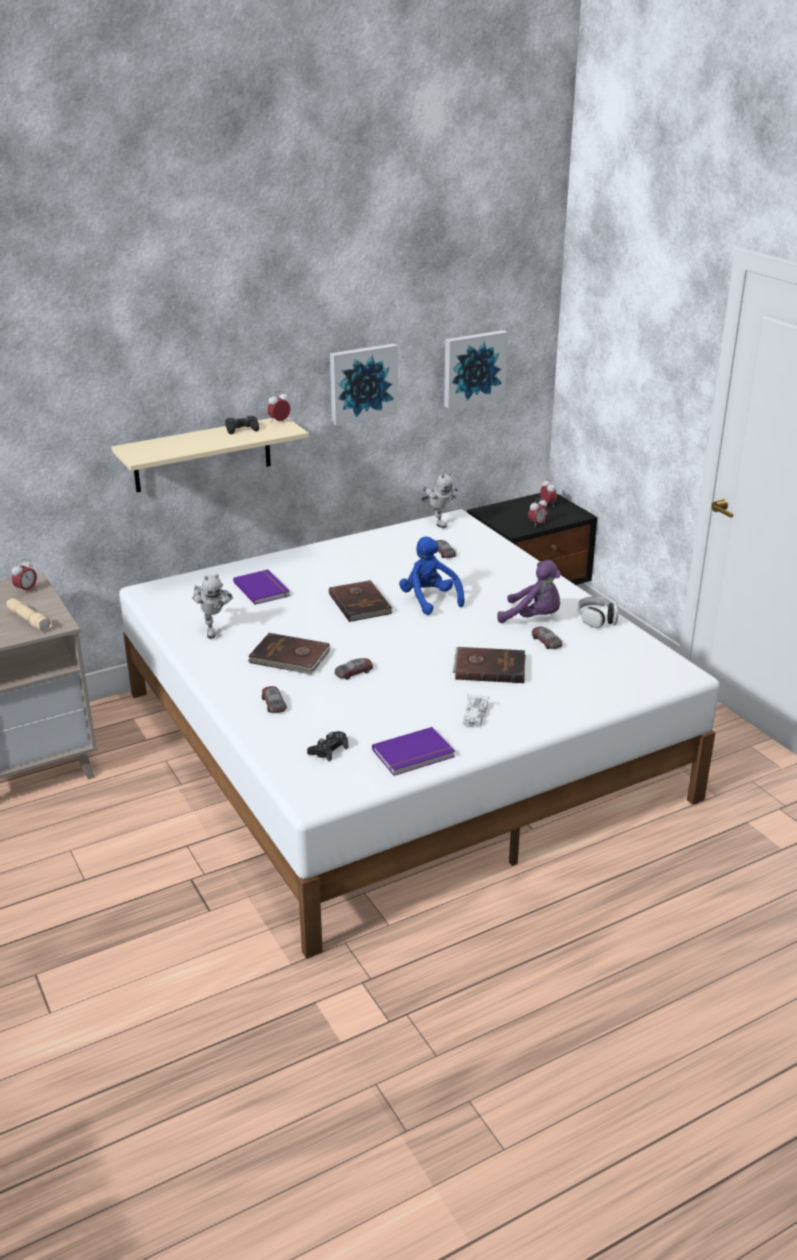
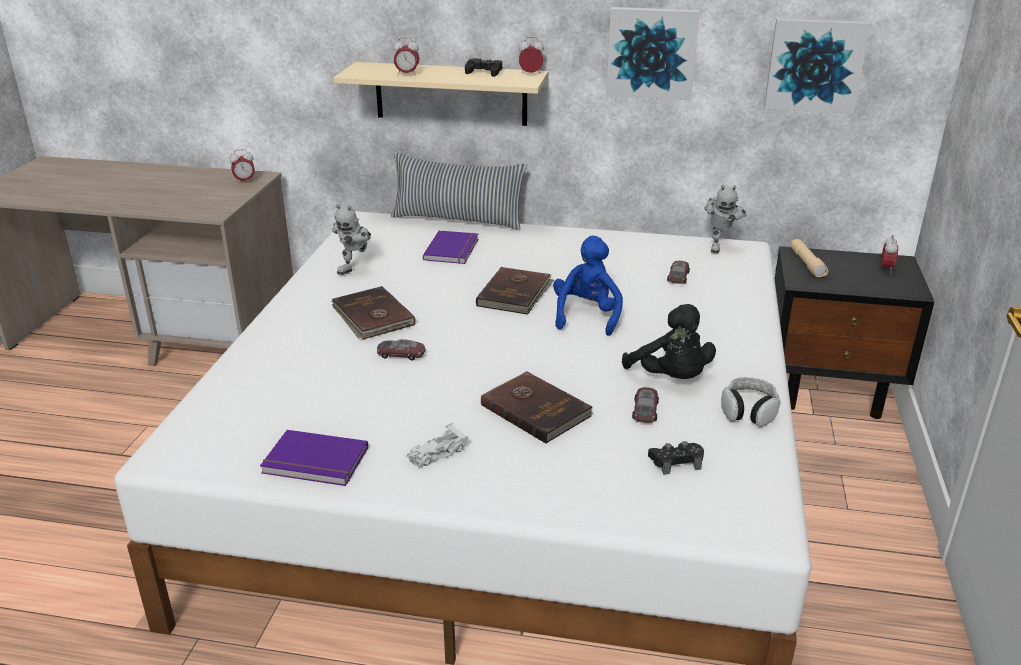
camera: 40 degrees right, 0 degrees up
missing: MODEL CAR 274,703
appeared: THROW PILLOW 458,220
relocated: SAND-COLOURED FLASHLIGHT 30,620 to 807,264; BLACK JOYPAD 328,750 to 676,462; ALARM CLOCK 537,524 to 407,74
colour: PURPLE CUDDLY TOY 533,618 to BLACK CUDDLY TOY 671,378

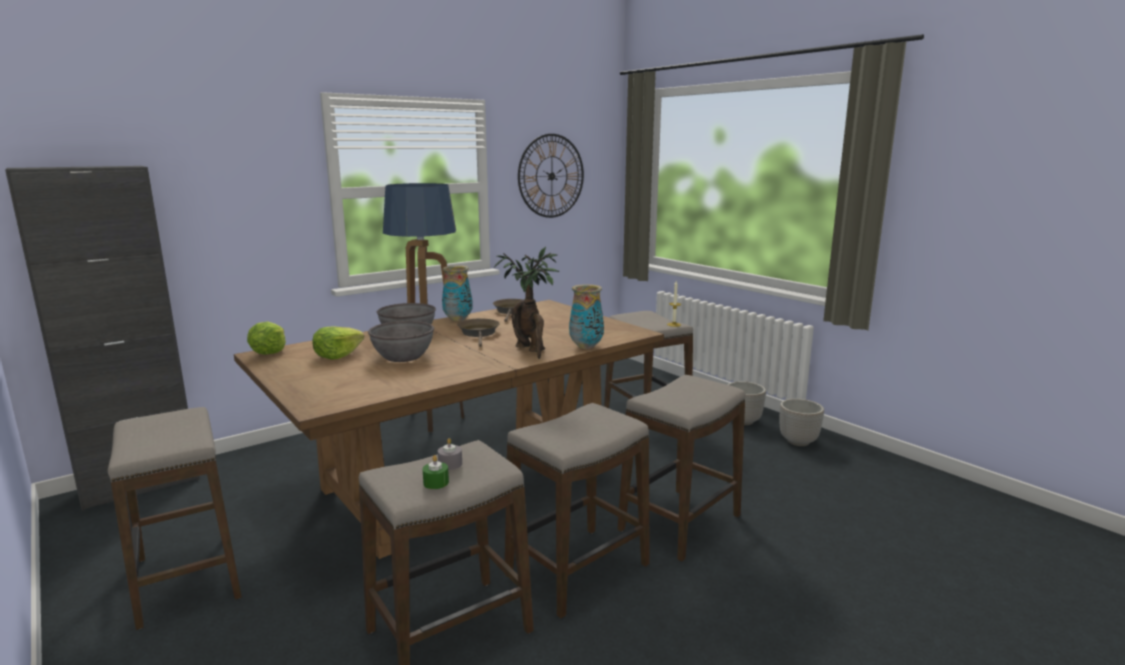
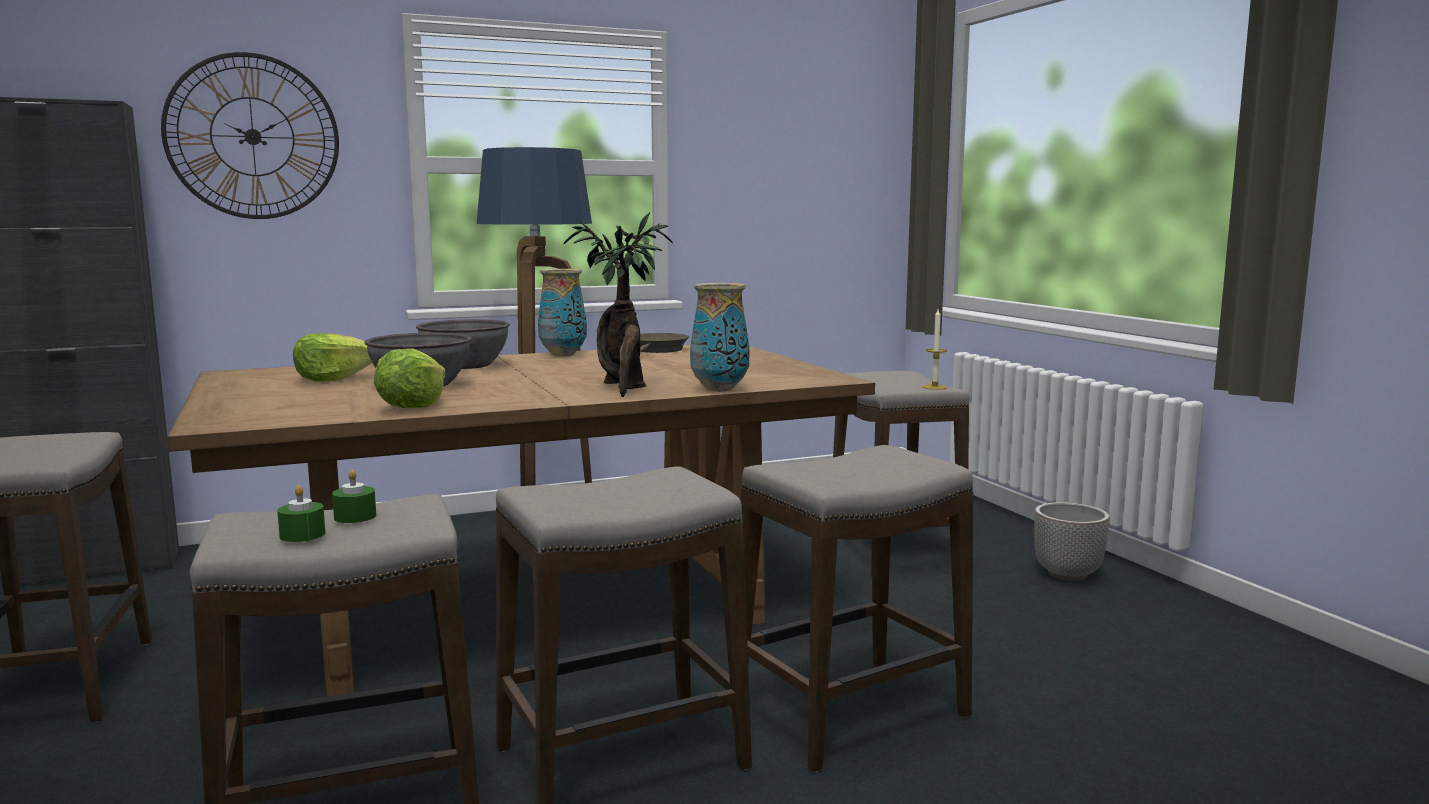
camera: 15 degrees right, 5 degrees down
missing: BROWN-COLOURED FRYING PAN 479,333; FLOWER POT 798,442
relocated: LETTUCE HEAD 269,353 to 412,407; HANGING CLOCK 551,176 to 252,137
colour: GREY WAX CANDLE 450,464 to GREEN-COLOURED WAX CANDLE 355,517

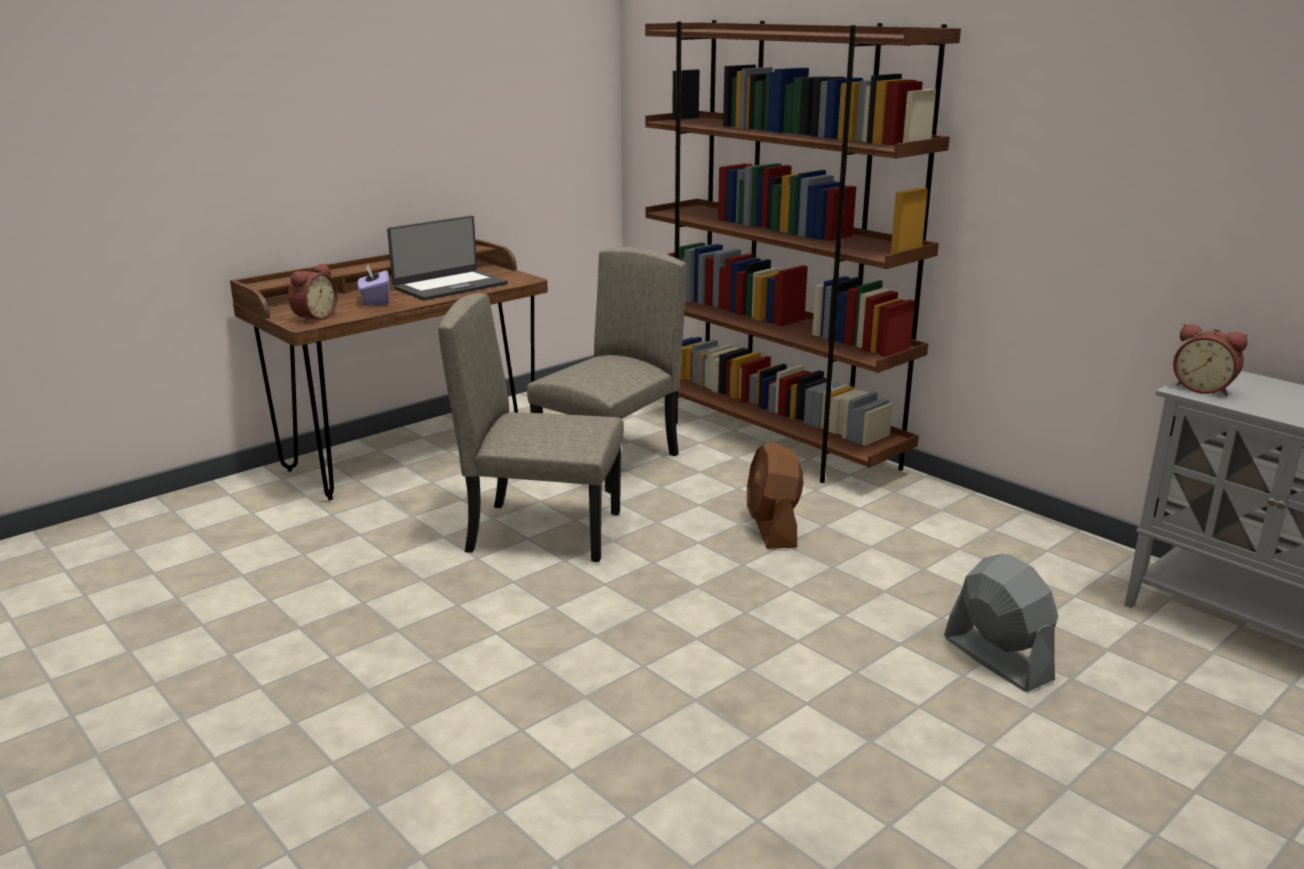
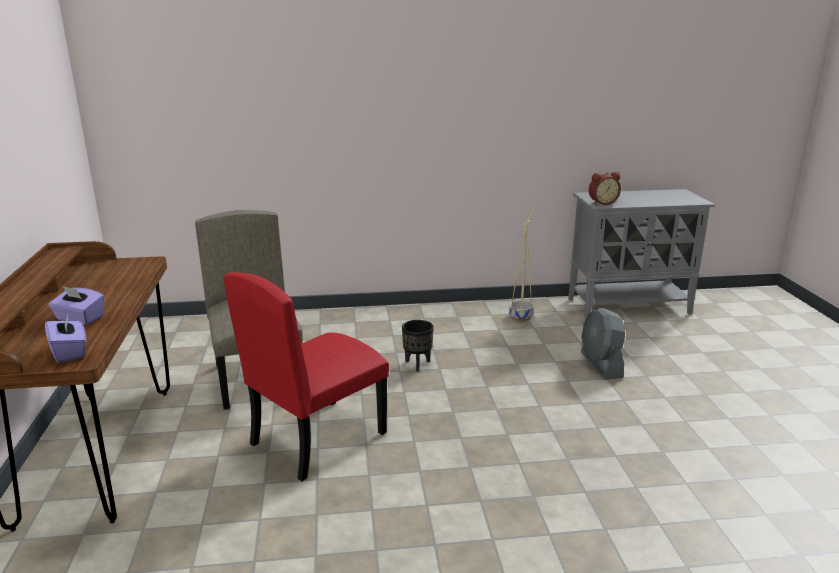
camera: 55 degrees left, 0 degrees up
missing: NOTEBOOK COMPUTER 449,286; BROWN-COLOURED BOOKCASE 771,440
appeared: SAND-COLOURED FLOWER POT 521,316
exchanged: ALARM CLOCK 313,317 to PURPLE TISSUE BOX 70,352; BROWN-COLOURED ELECTRIC FAN 772,528 to BLACK FLOWER POT 418,364
colour: SAND-COLOURED UPRIGHT CHAIR 545,531 to RED-COLOURED UPRIGHT CHAIR 317,438
spun: GREY ELECTRIC FAN 997,658 = 601,365 105 degrees counterclockwise

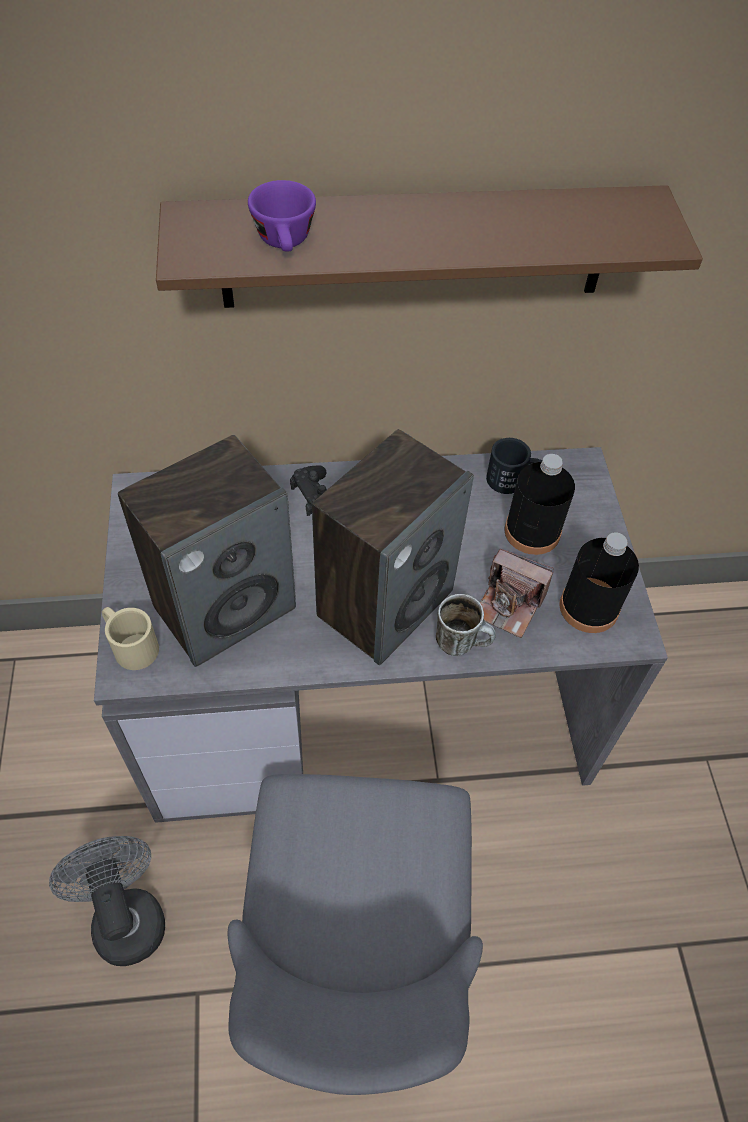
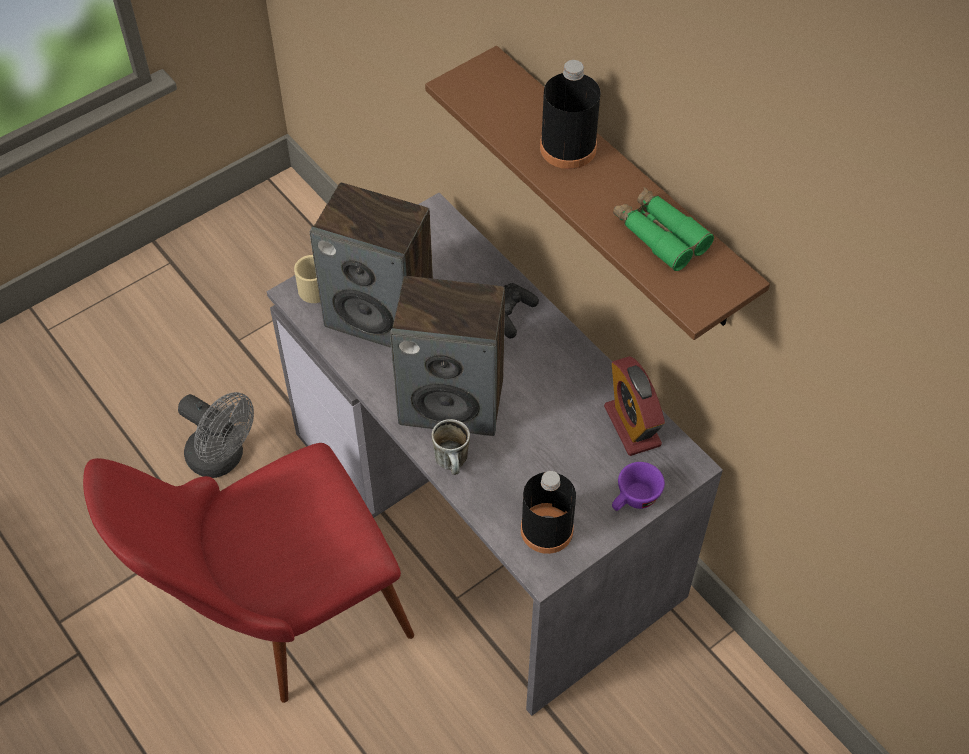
camera: 60 degrees right, 0 degrees up
missing: STILL CAMERA 509,605
appeared: GREEN-COLOURED BINOCULARS 659,235
relocated: PURPLE DRINKING CUP 286,243 to 634,500; BLACK DRINK BOTTLE 532,531 to 568,148
exchanged: BLACK COFFEE MUG 514,481 to ALARM CLOCK 632,426
colour: GREY UPRIGHT CHAIR 354,959 to RED-COLOURED UPRIGHT CHAIR 279,617
spun: GREY ELECTRIC FAN 125,915 = 222,459 90 degrees clockwise

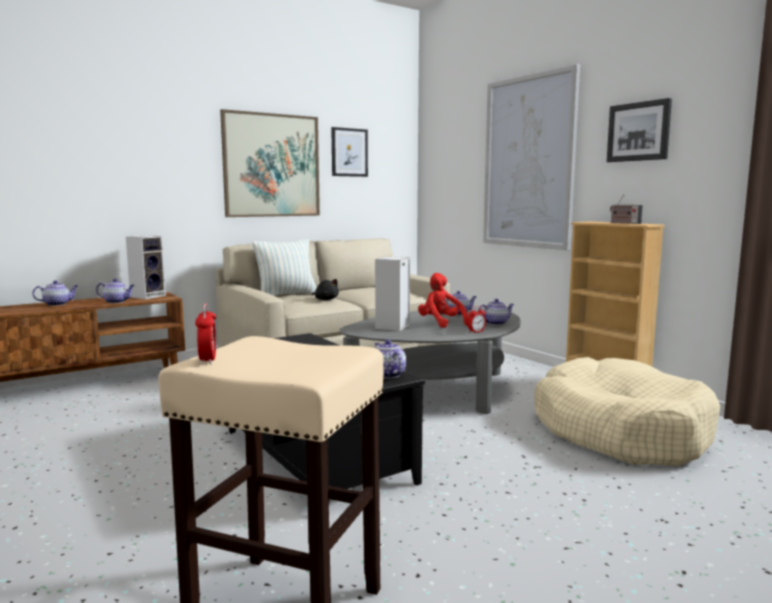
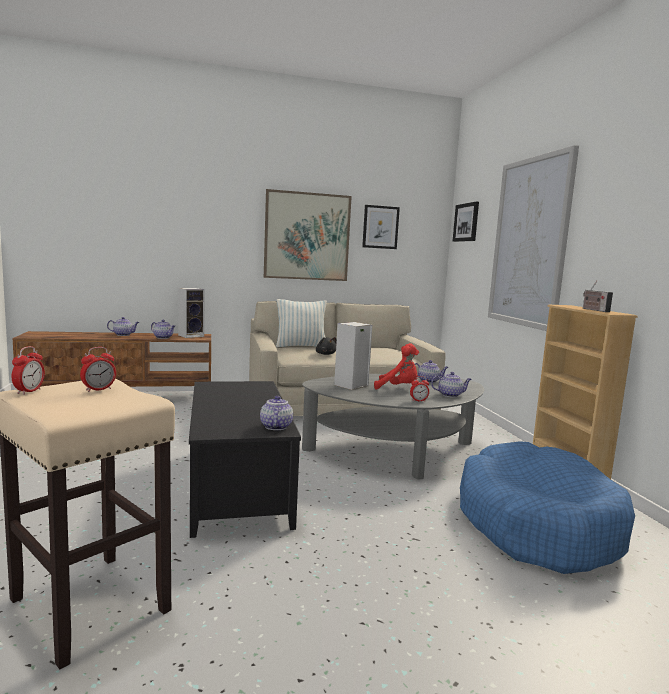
camera: 20 degrees right, 0 degrees up
appeared: ALARM CLOCK 98,389
relocated: WALL ART 639,131 to 466,222
colour: SAND-COLOURED DOG BED 619,431 to BLUE-COLOURED DOG BED 536,524
spun: RED-COLOURED CUDDLY TOY 441,323 = 398,388 120 degrees clockwise

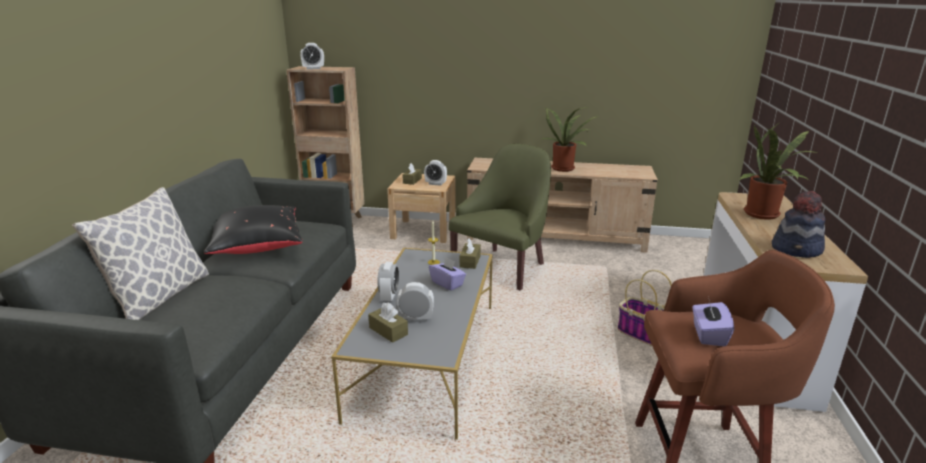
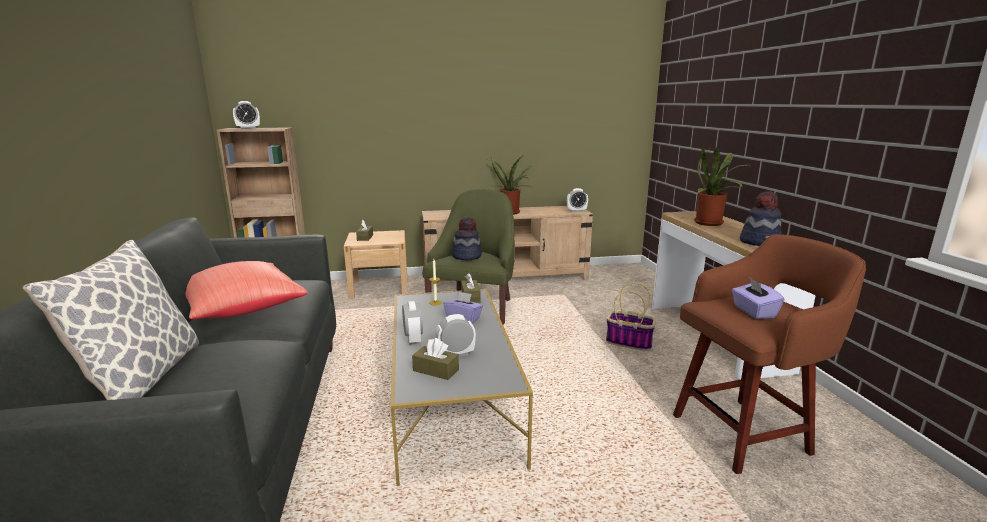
camera: 20 degrees left, 5 degrees down
appeared: WEARABLE HAT 466,256
relocated: ALARM CLOCK 435,184 to 576,211
colour: BLACK THROW PILLOW 256,246 to RED-COLOURED THROW PILLOW 240,309

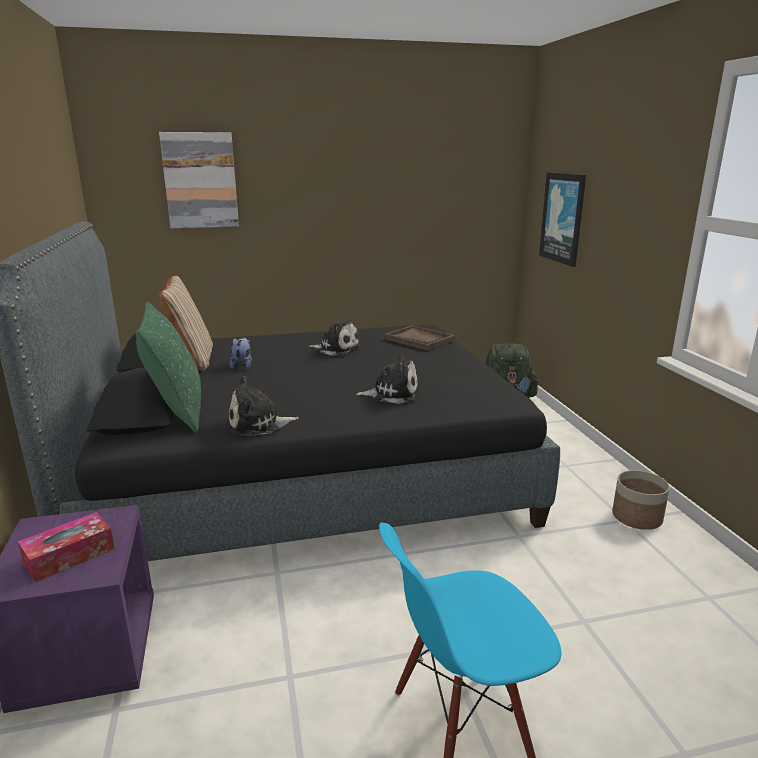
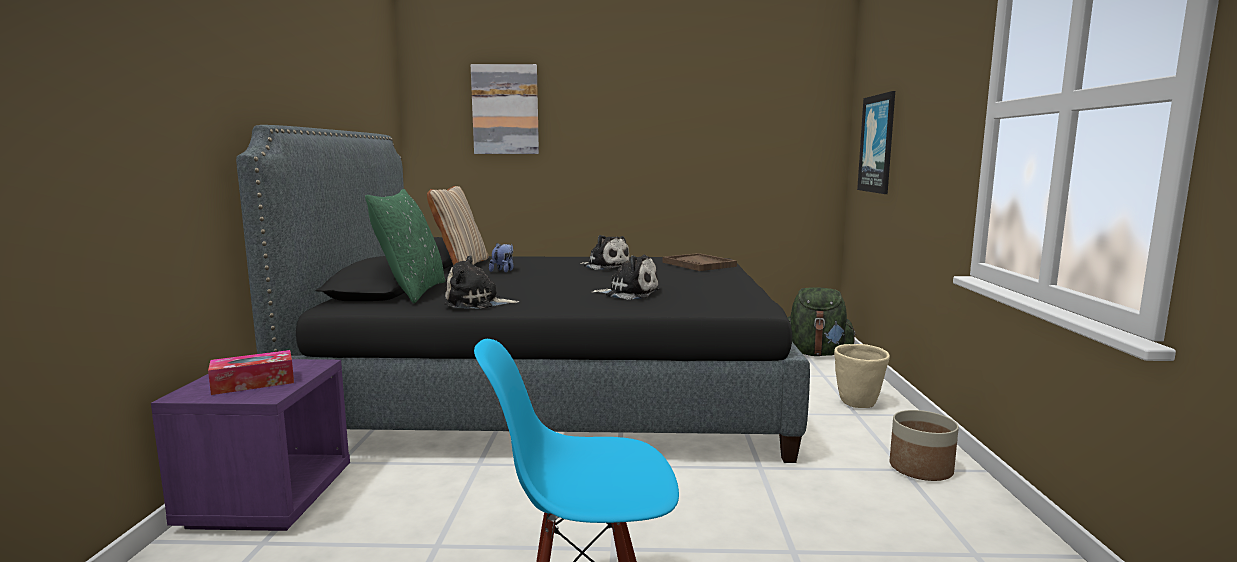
camera: 15 degrees right, 10 degrees down
appeared: SAND-COLOURED FLOWER POT 858,404

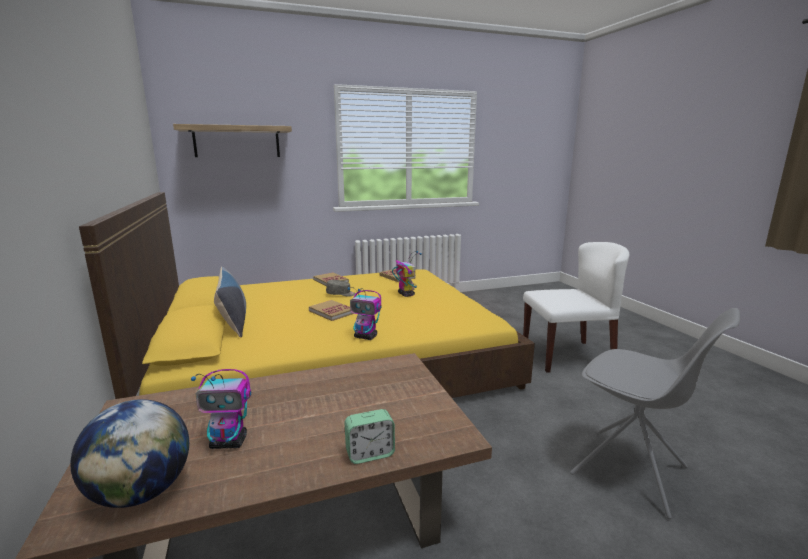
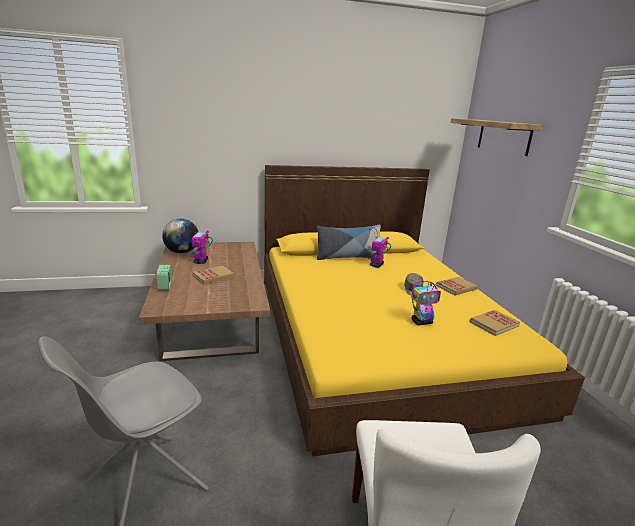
camera: 95 degrees right, 5 degrees up
relocated: BOUND BOOK 332,312 to 213,276; TOY ROBOT 366,337 to 376,265

